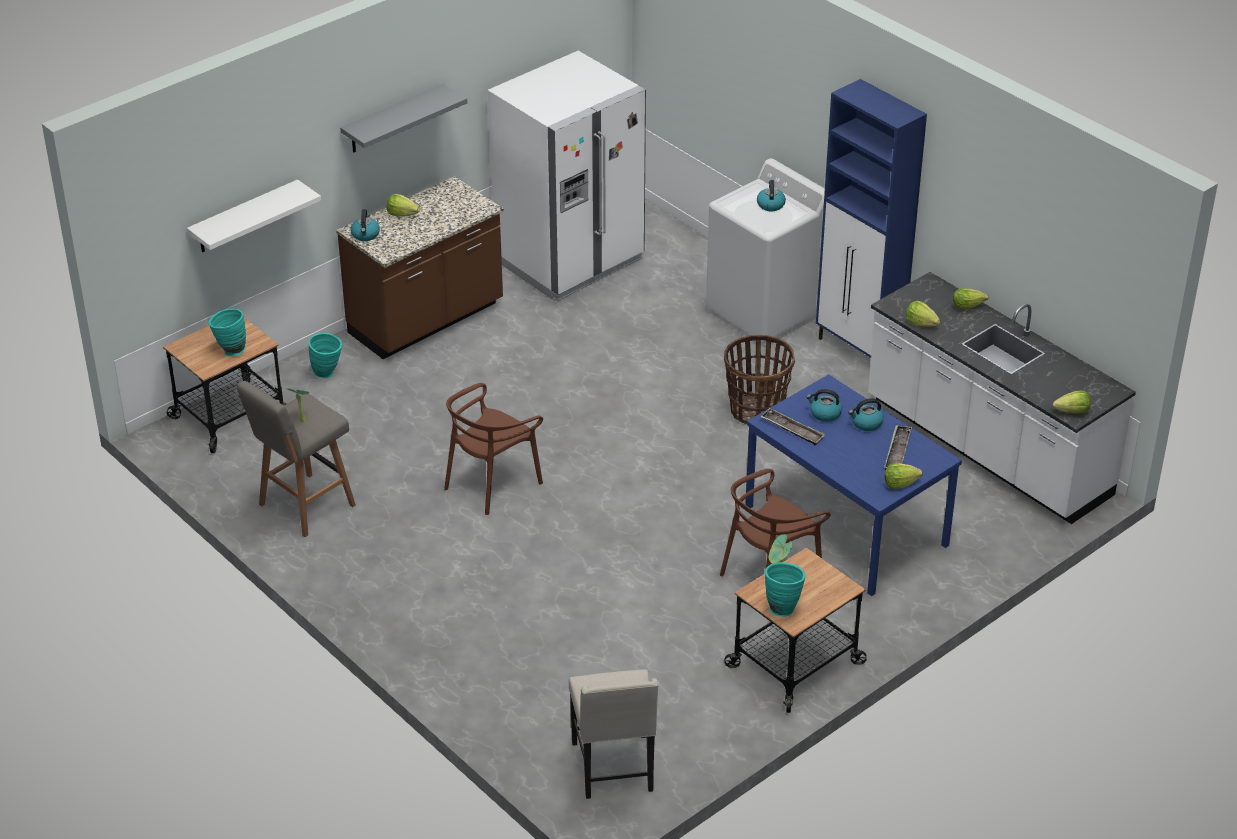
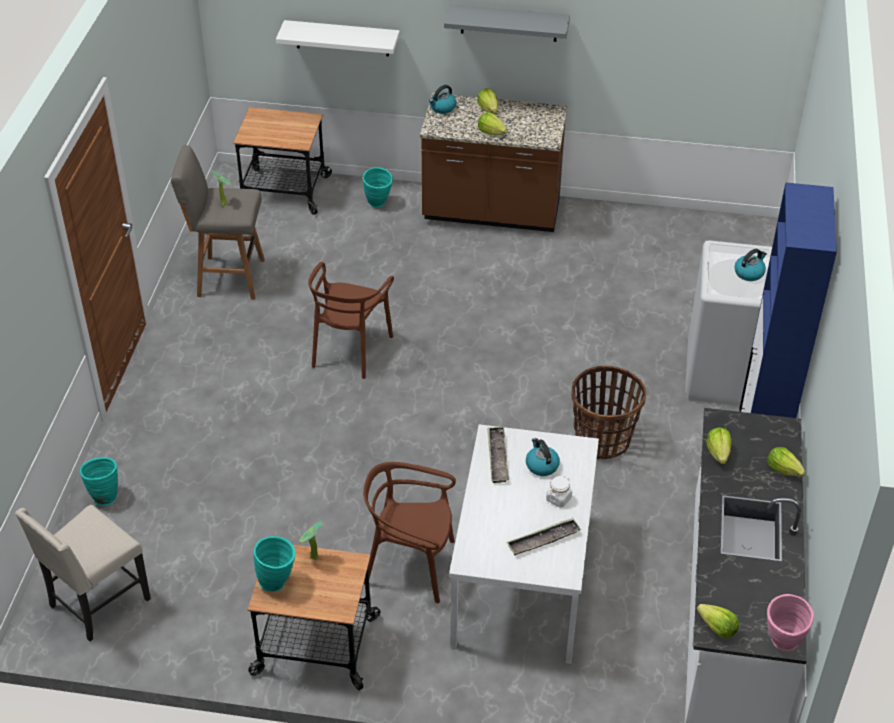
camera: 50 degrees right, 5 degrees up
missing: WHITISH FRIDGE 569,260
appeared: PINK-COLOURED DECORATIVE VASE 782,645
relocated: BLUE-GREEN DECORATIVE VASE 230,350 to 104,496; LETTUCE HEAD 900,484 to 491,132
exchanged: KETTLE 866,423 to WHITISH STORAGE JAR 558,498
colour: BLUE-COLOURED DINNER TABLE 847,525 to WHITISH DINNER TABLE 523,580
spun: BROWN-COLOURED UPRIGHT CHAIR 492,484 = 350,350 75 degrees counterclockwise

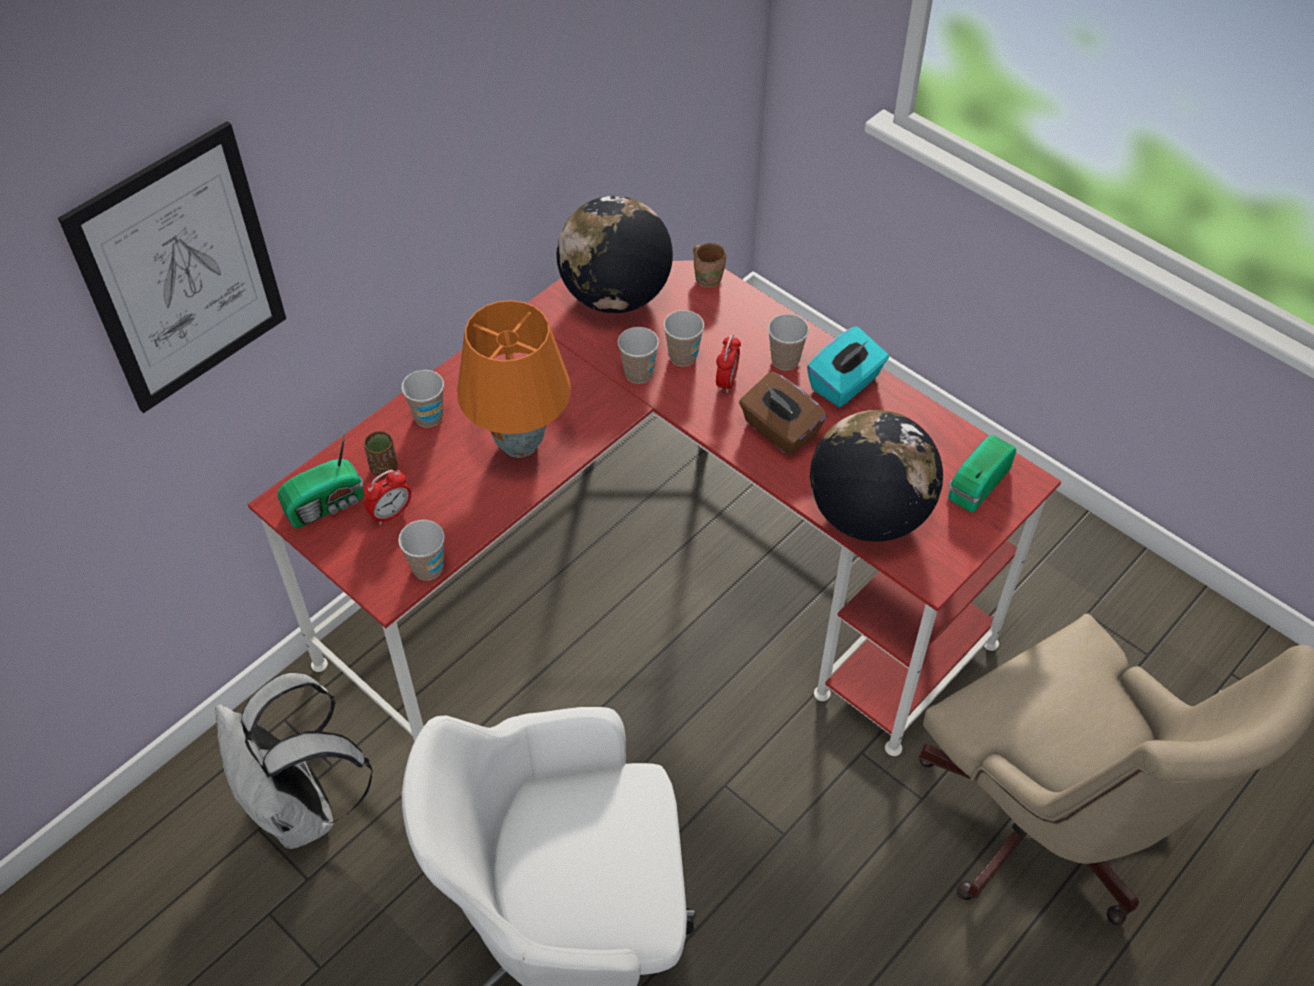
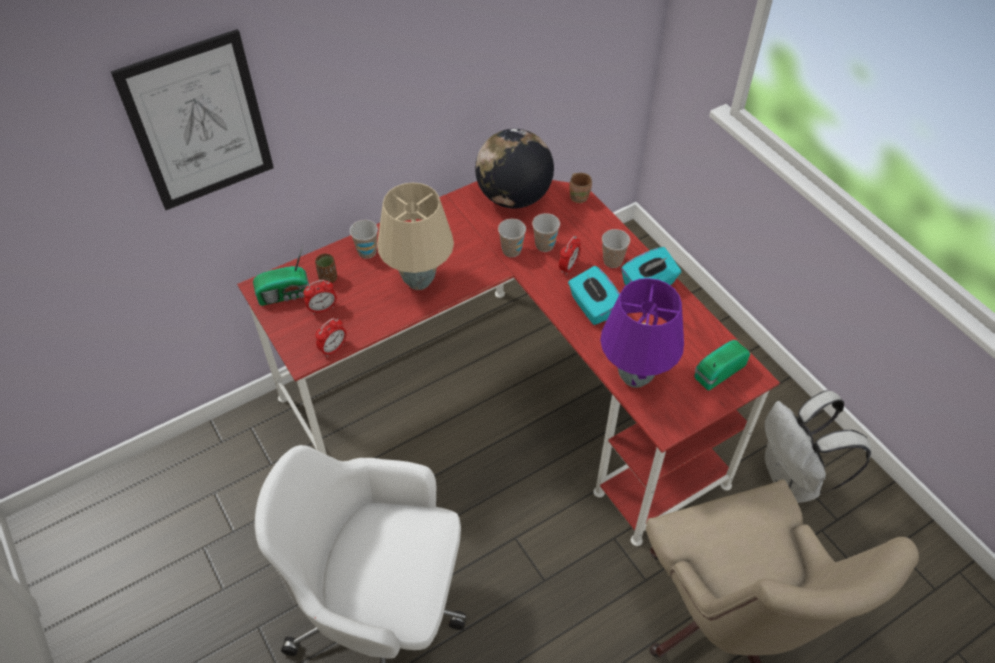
camera: 15 degrees right, 0 degrees up
relocated: WHITISH RUCKSACK 302,809 to 793,480
exchanged: DRINKING CUP 428,568 to ALARM CLOCK 333,348; DESK GLOBE 868,514 to PURPLE TABLE LAMP 635,376
colour: ORANGE TABLE LAMP 521,445 to SAND-COLOURED TABLE LAMP 419,281; BROWN-COLOURED TISSUE BOX 779,430 to BLUE-GREEN TISSUE BOX 593,307

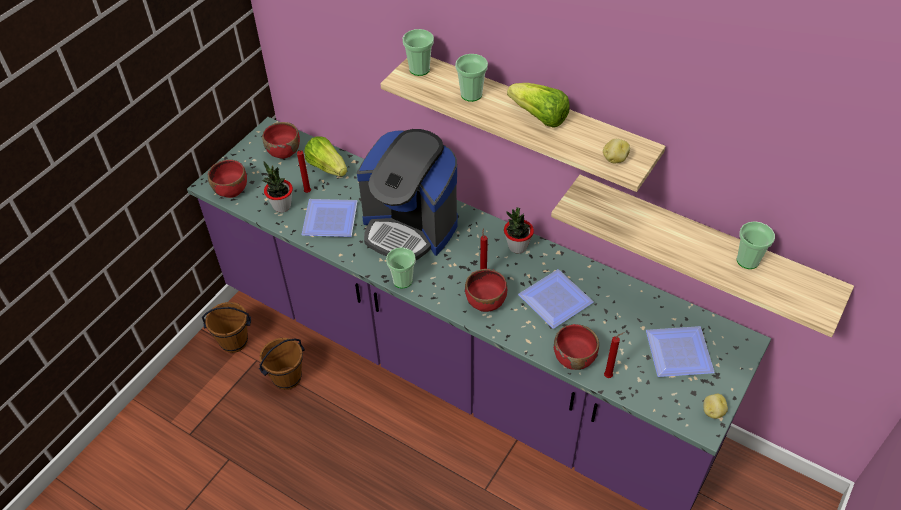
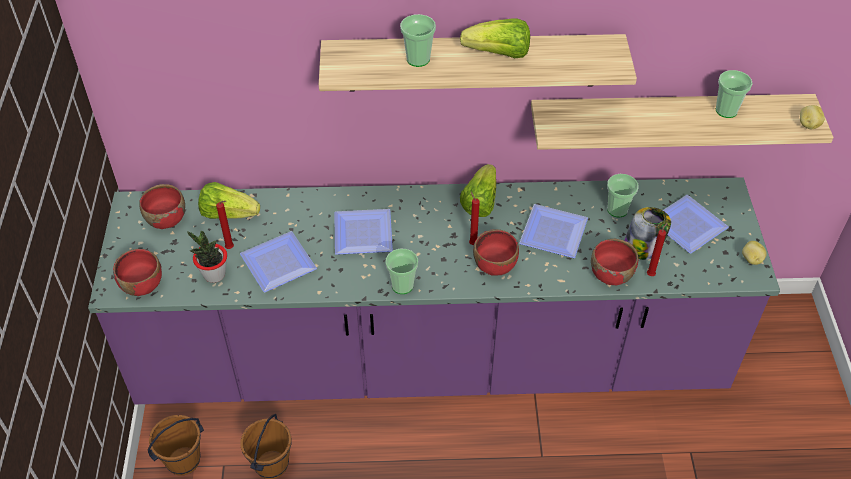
camera: 35 degrees left, 0 degrees up
appeared: STORAGE JAR 643,247
relocated: DRINKING CUP 419,69 to 617,210; POTATO 614,159 to 808,125
exchanged: COFFEE MAKER 410,227 to PLATE 365,232; POTTED PLANT 517,246 to LETTUCE HEAD 480,202

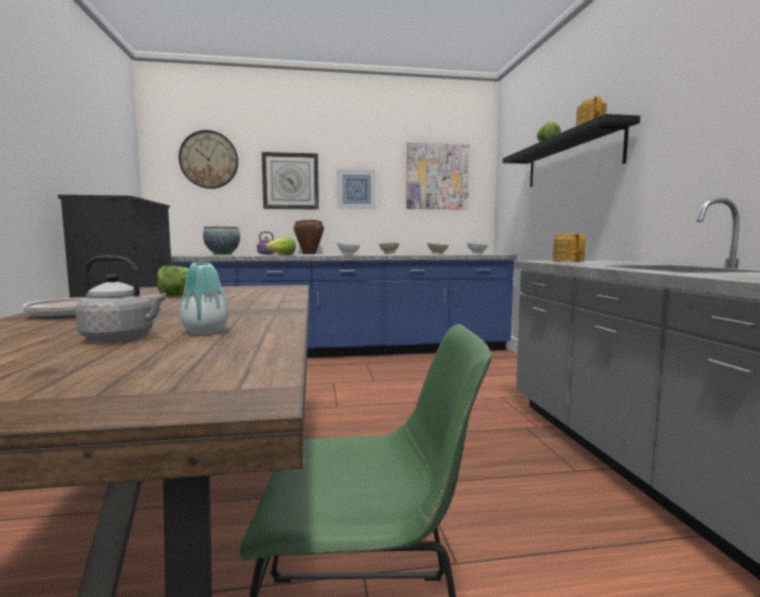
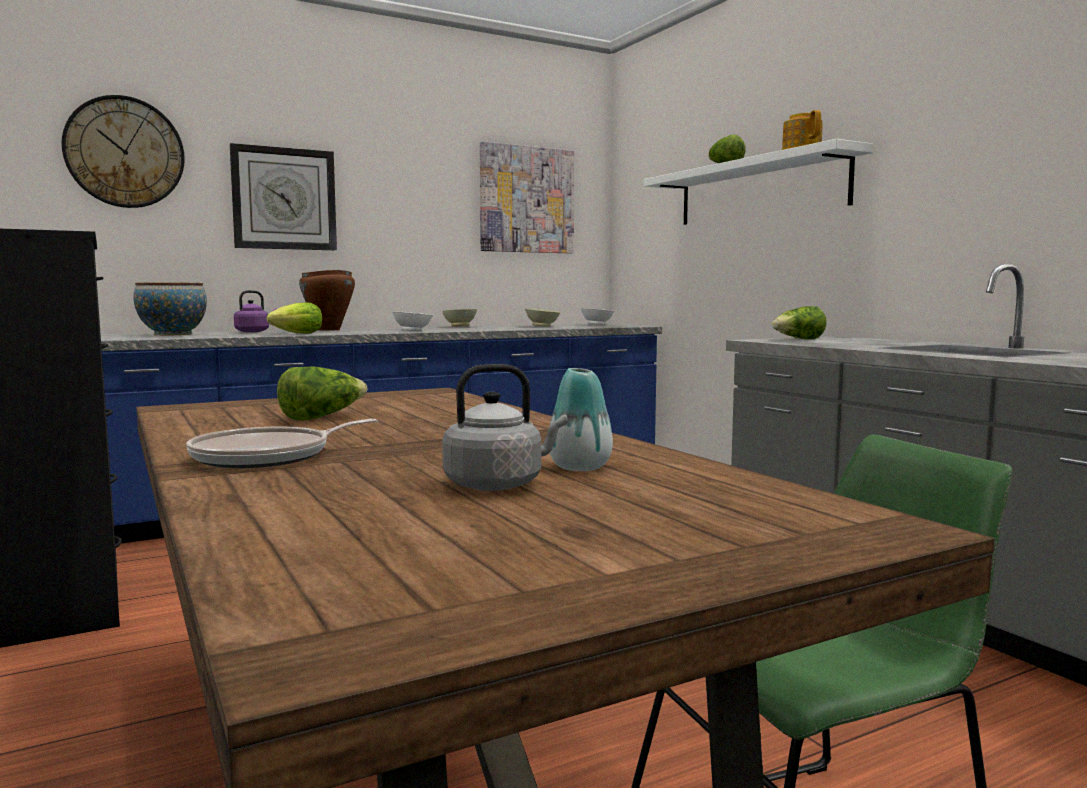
camera: 20 degrees left, 0 degrees up
missing: WALL ART 356,189
exchanged: POT FOR TEA 568,261 to LETTUCE HEAD 798,339
colour: BLACK SHELF 571,159 to WHITISH SHELF 758,190

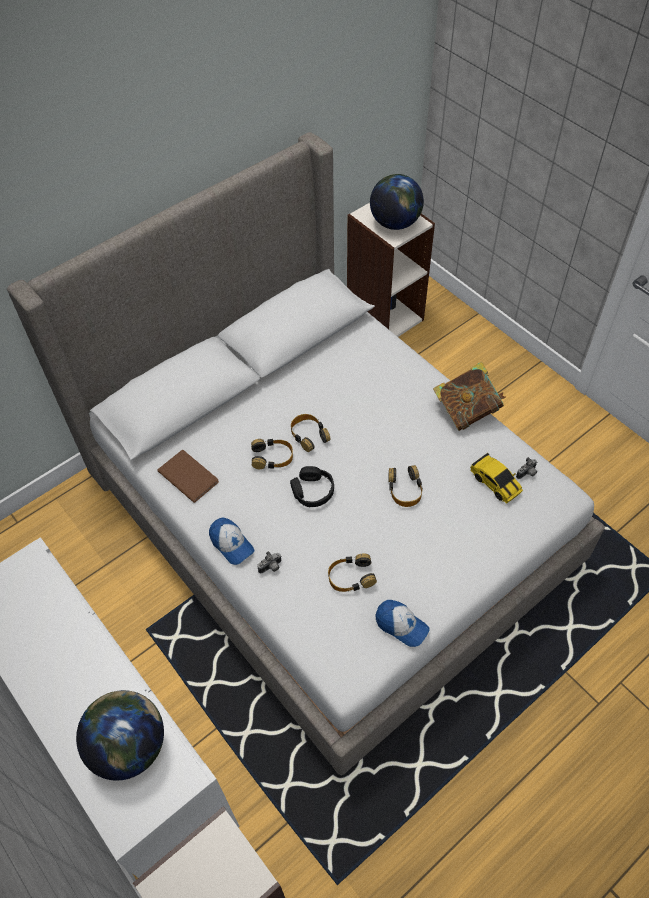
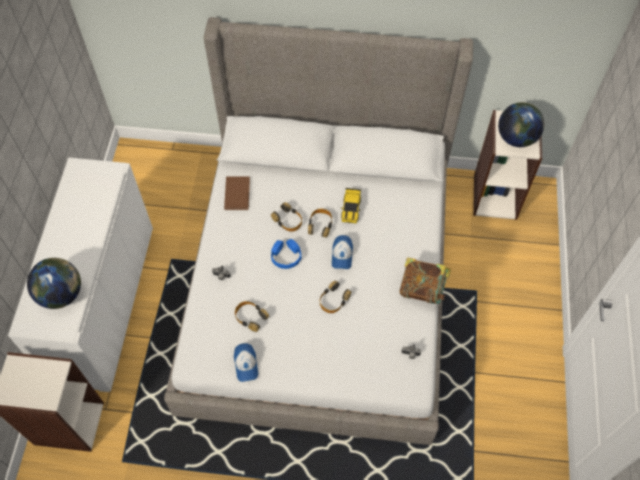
camera: 45 degrees right, 5 degrees up
relocated: CAP 231,544 to 342,255; MODEL CAR 495,483 to 351,209
colour: BLACK HEADPHONES 312,491 to BLUE-COLOURED HEADPHONES 286,256

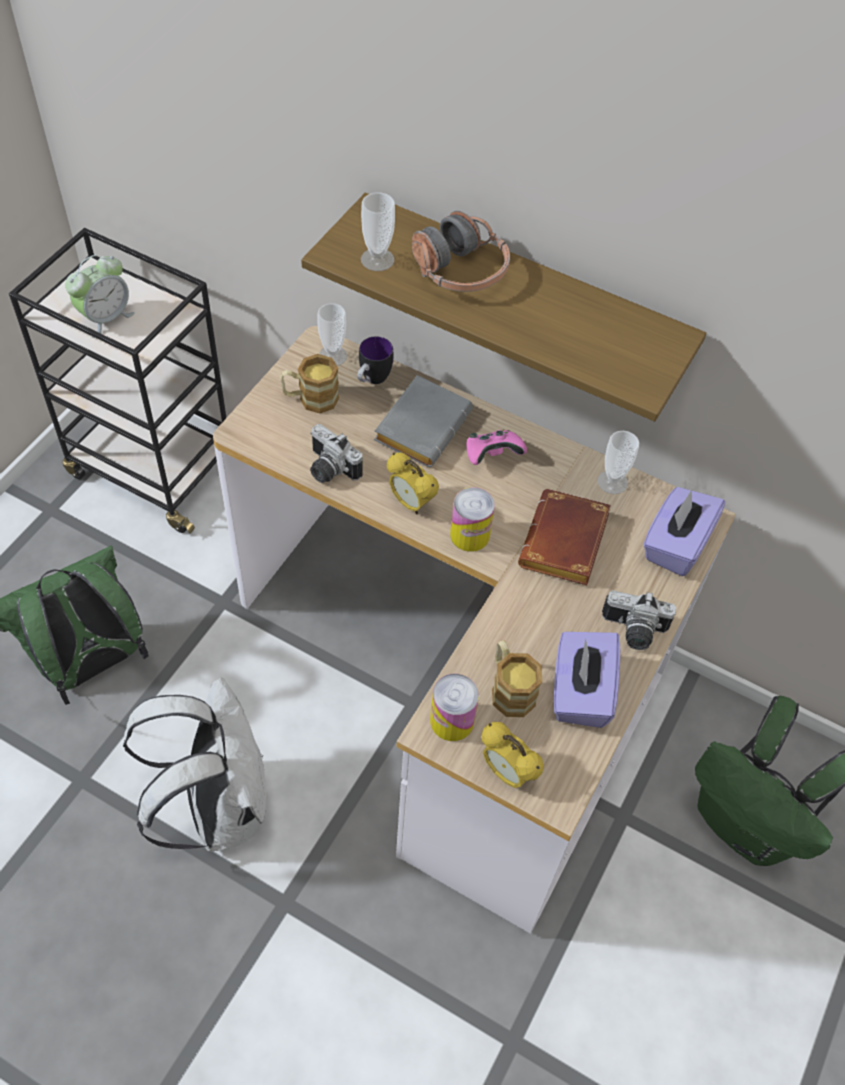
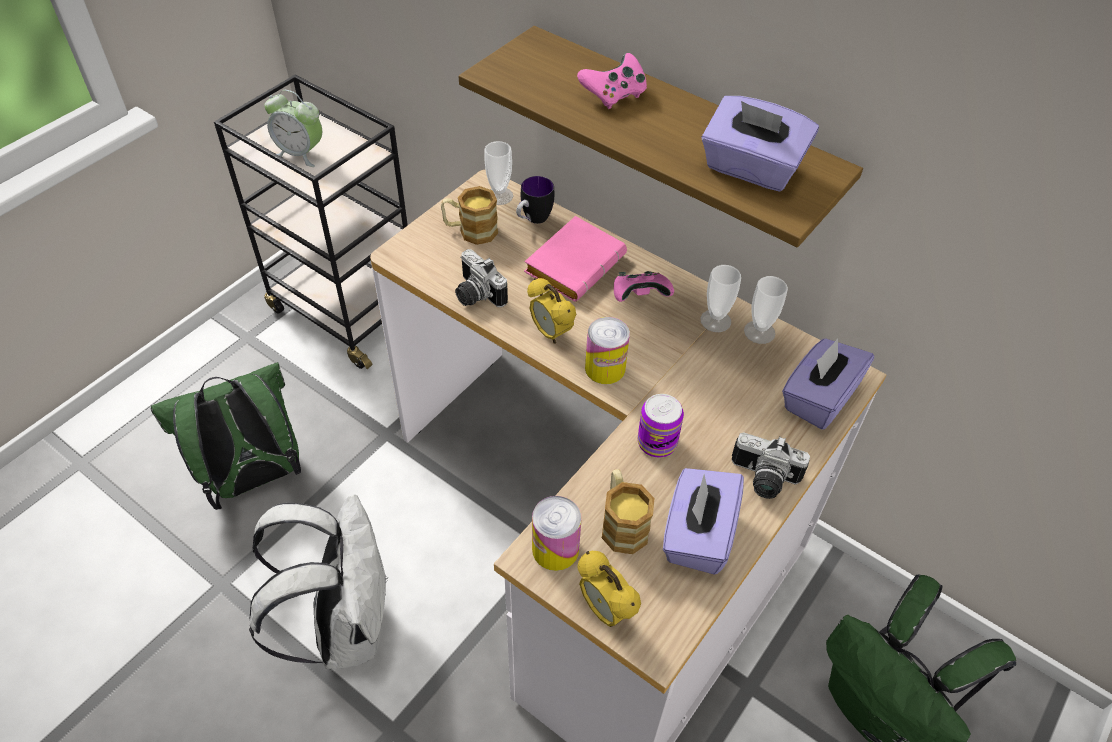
camera: 10 degrees right, 5 degrees down
missing: BROWN-COLOURED BOUND BOOK 566,545
appeared: METAL CAN 657,443; PURPLE TISSUE BOX 751,169
relocated: DRINKING CUP 377,259 to 715,321
exchanged: HEADPHONES 460,271 to PINK-COLOURED JOYPAD 614,95
colour: GREY BOUND BOOK 421,425 to PINK-COLOURED BOUND BOOK 574,263
spun: ALARM CLOCK 105,318 = 300,153 60 degrees clockwise

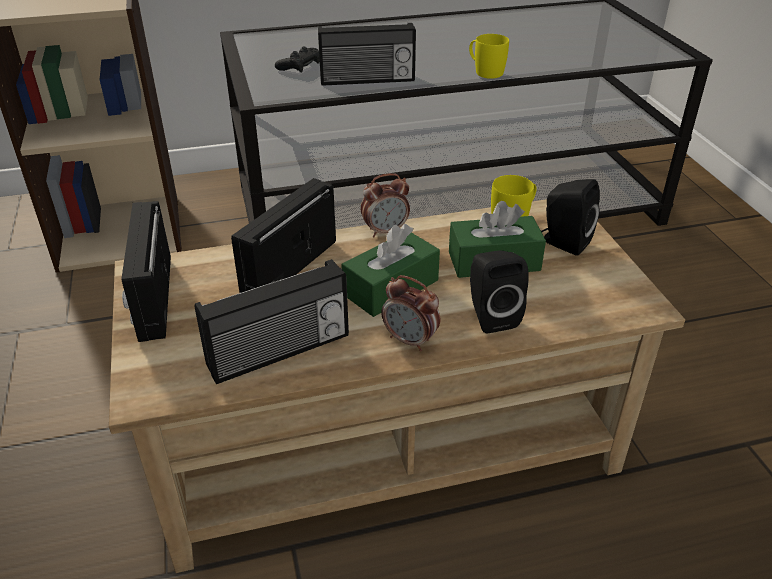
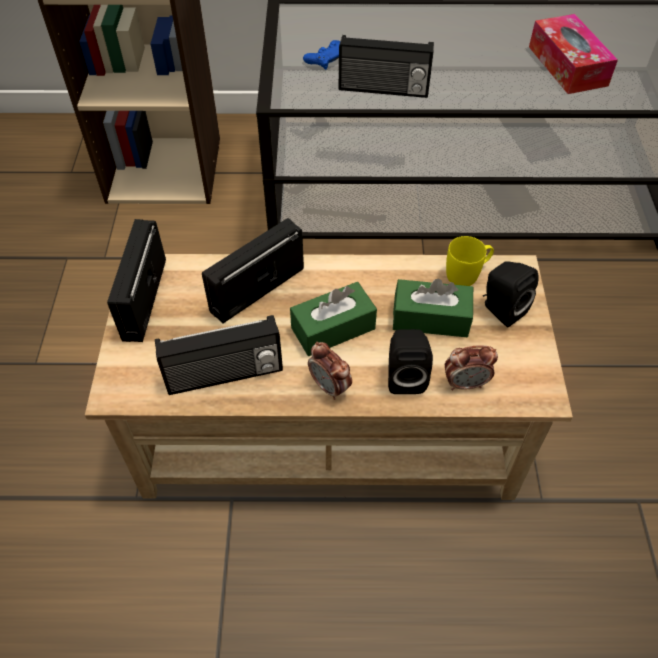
camera: 15 degrees right, 15 degrees up
missing: YELLOW COFFEE MUG 484,71
appeared: TISSUE BOX 567,66
relocated: ALARM CLOCK 385,231 to 465,383
colour: BLACK JOYPAD 299,66 to BLUE-COLOURED JOYPAD 327,59

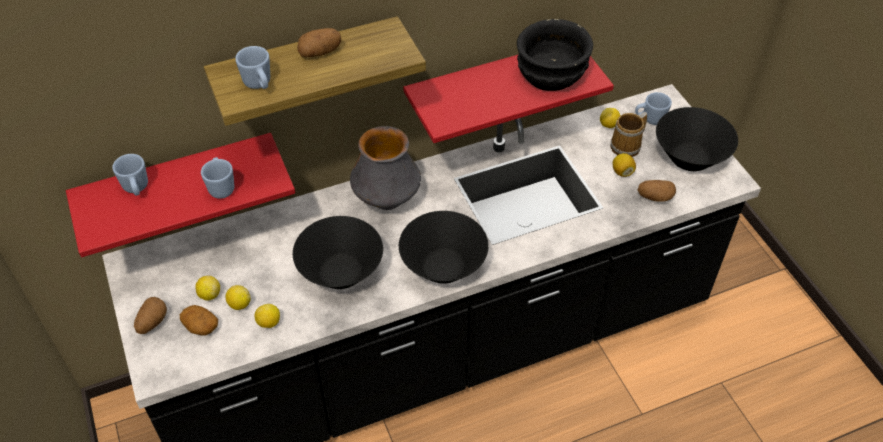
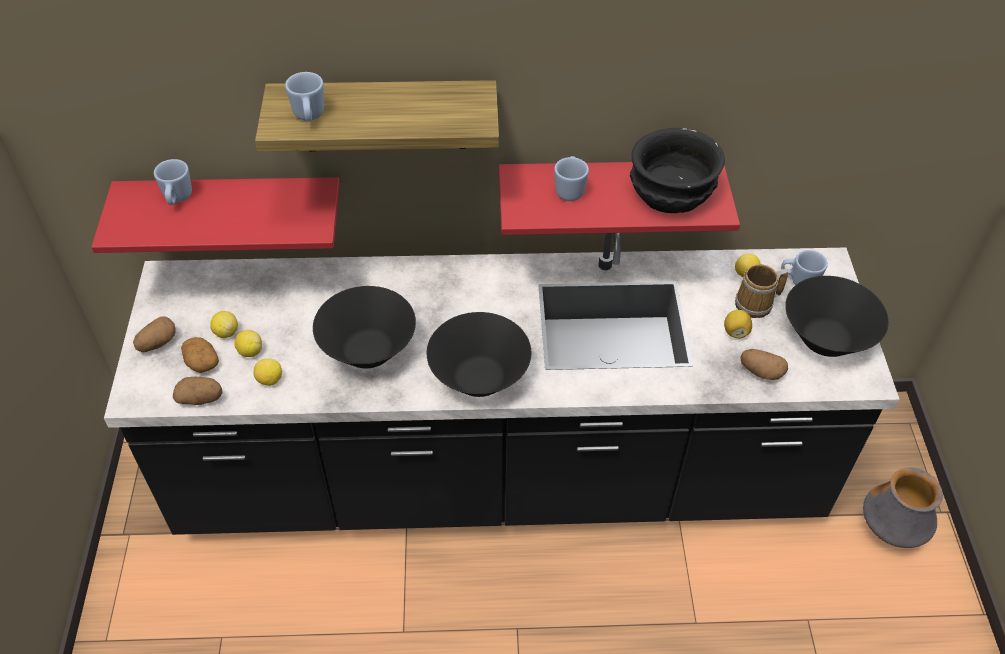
camera: 20 degrees right, 0 degrees up
relocated: BLUE-COLOURED COFFEE MUG 221,187 to 570,189; POTATO 320,52 to 201,398; DECORATIVE VASE 387,201 to 889,532

